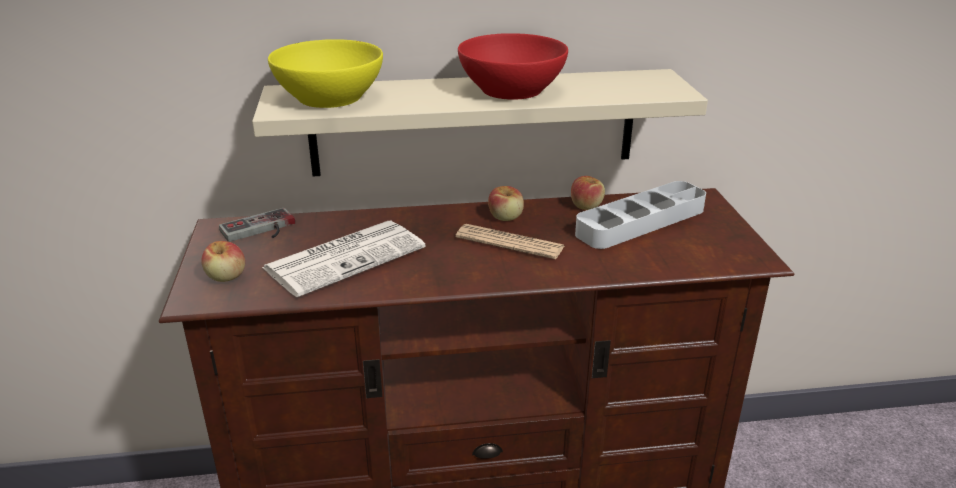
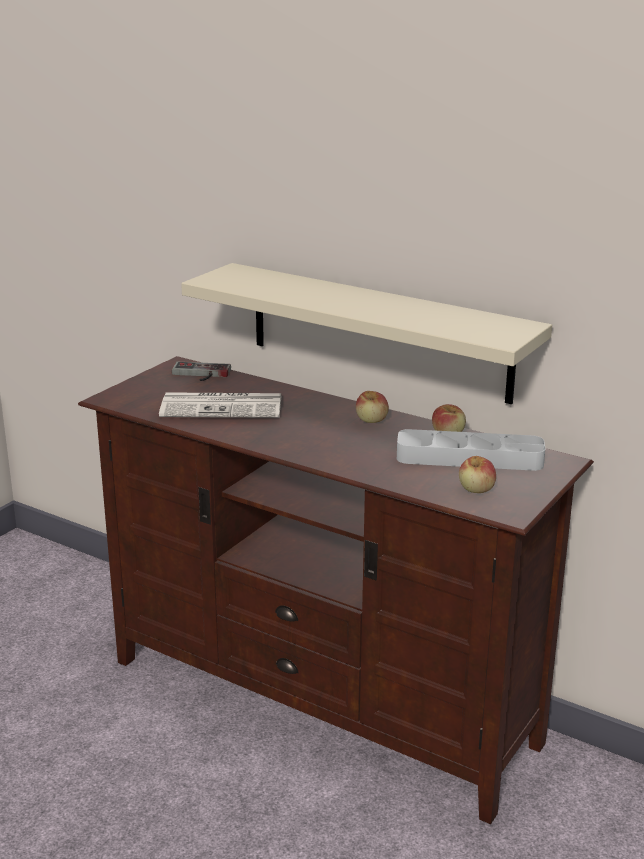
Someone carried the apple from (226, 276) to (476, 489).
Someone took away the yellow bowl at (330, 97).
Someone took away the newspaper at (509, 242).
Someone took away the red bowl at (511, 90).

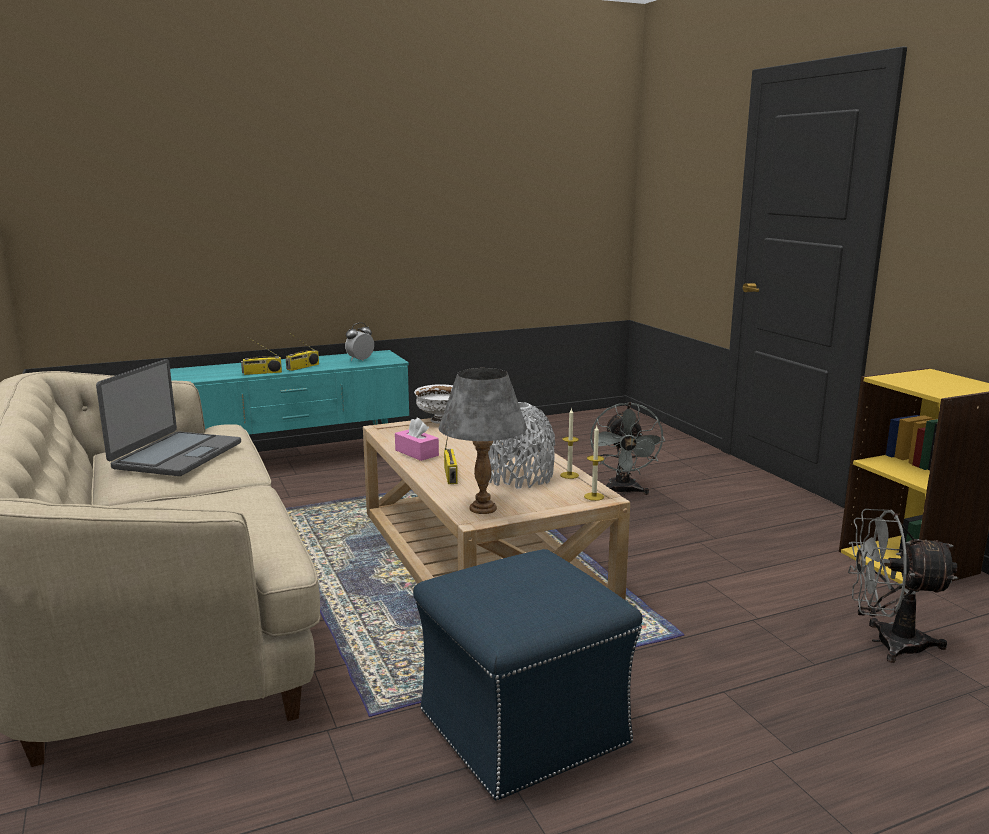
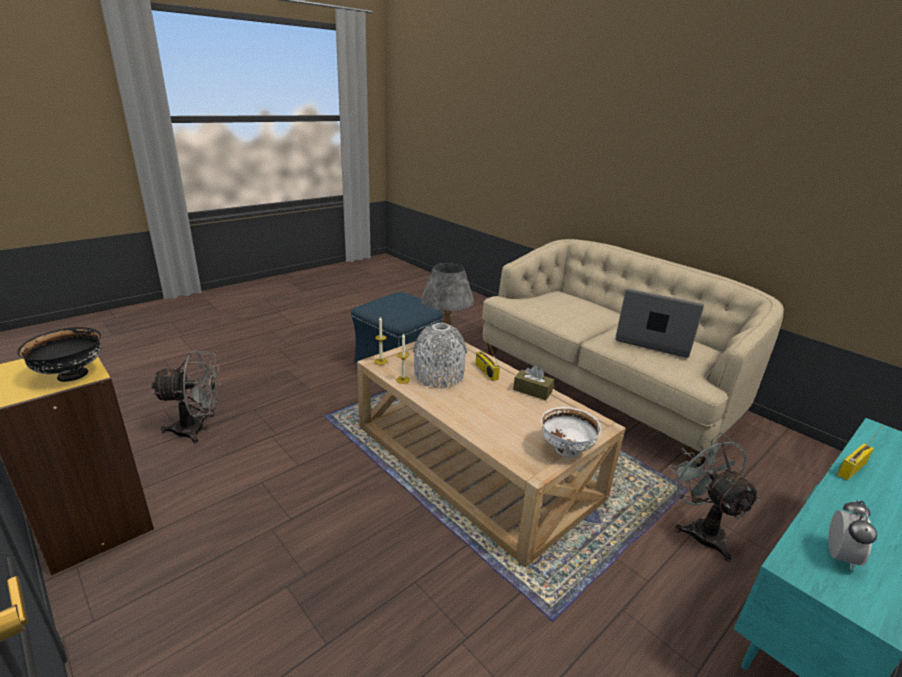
Someone rotated the laptop at (176, 455) by 120 degrees clockwise.
Someone took away the radio at (302, 367).
Someone repainted the pink tissue box at (416, 453), which became the brown tissue box at (532, 391).
Someone carried the grey fan from (623, 492) to (699, 529).
Someone put down the black bowl at (71, 376).

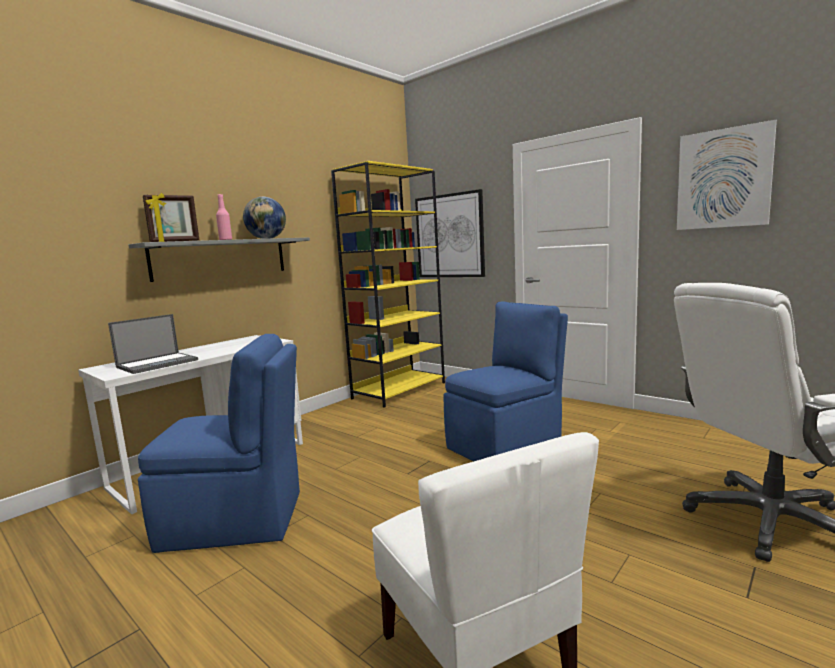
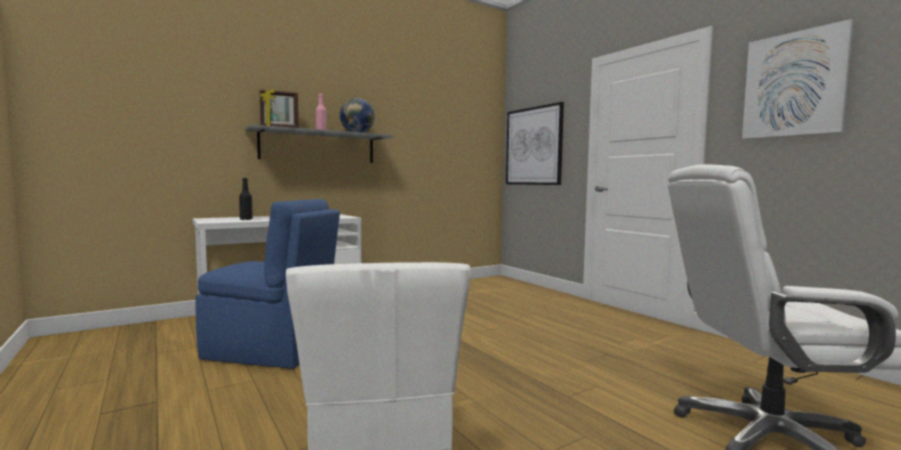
Someone swapped the laptop at (158, 363) for the black bottle at (246, 219).
Someone took away the yellow bookcase at (399, 390).
Someone took away the blue chair at (506, 445).

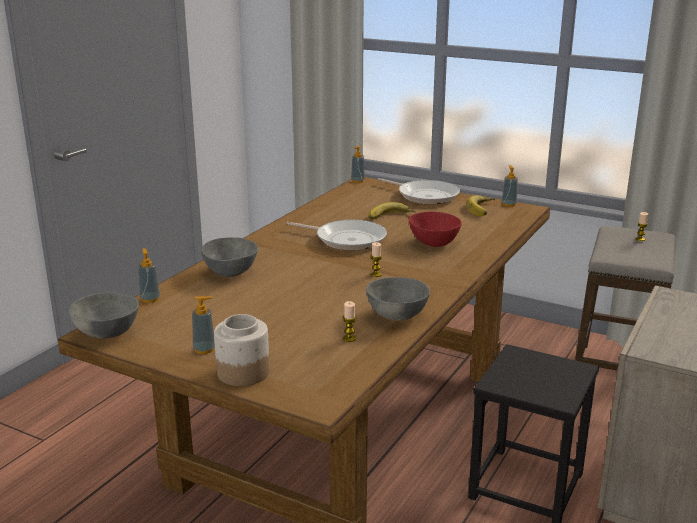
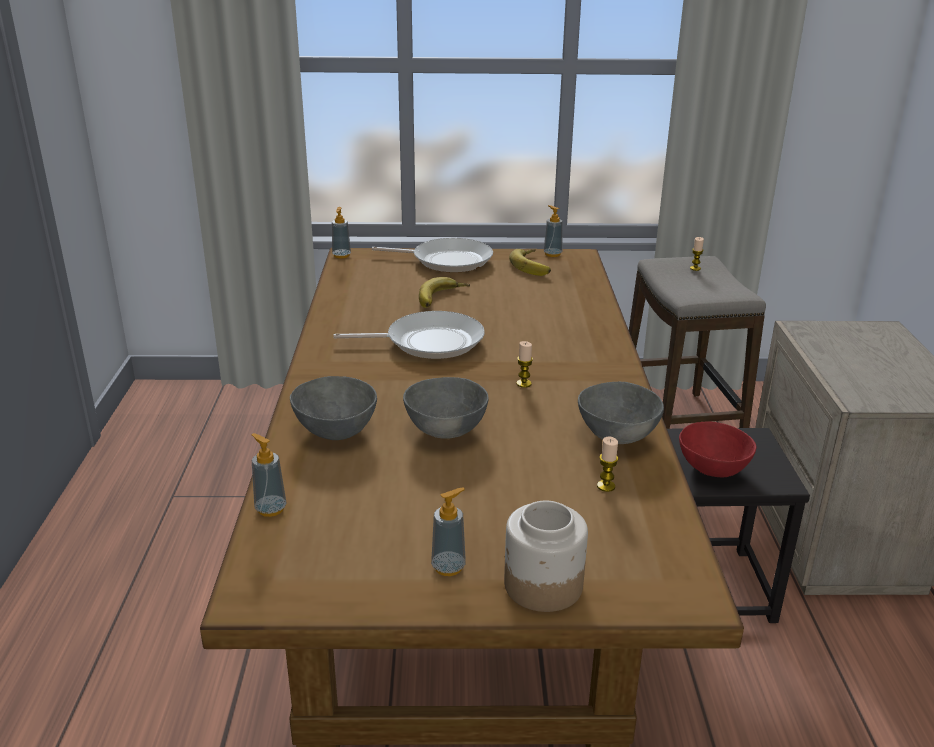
Someone carried the grey bowl from (105, 333) to (444, 430).
Someone carried the red bowl from (433, 242) to (711, 468).

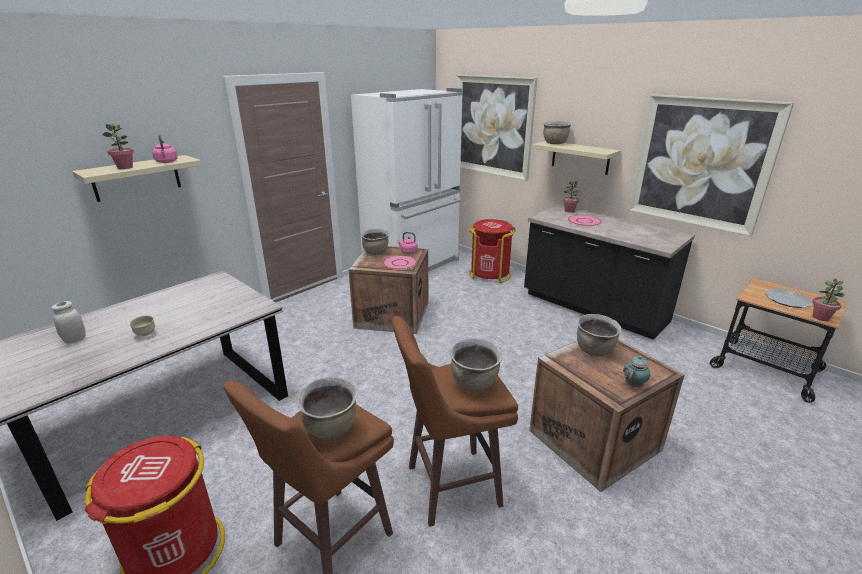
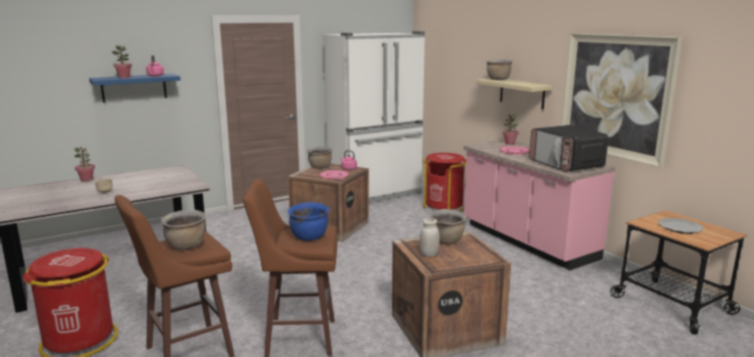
Someone carried the white jar from (75, 339) to (429, 254).
Someone repainted the beige shelf at (136, 178), which became the blue shelf at (134, 88).
Someone repainted the brown cooking pot at (474, 383), which became the blue cooking pot at (309, 237).
Someone took away the picture at (493, 126).
Someone repainted the black counter at (593, 309), which became the pink counter at (526, 241).
Someone took away the teapot at (634, 384).
Someone carried the potted plant from (821, 317) to (87, 180).
Someone put down the microwave at (566, 164).

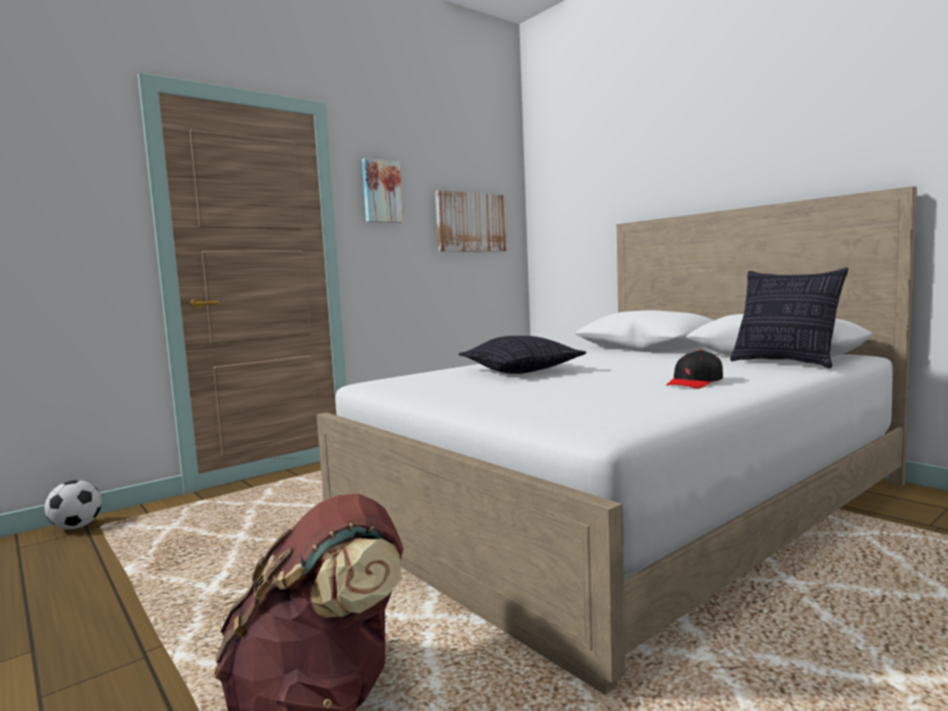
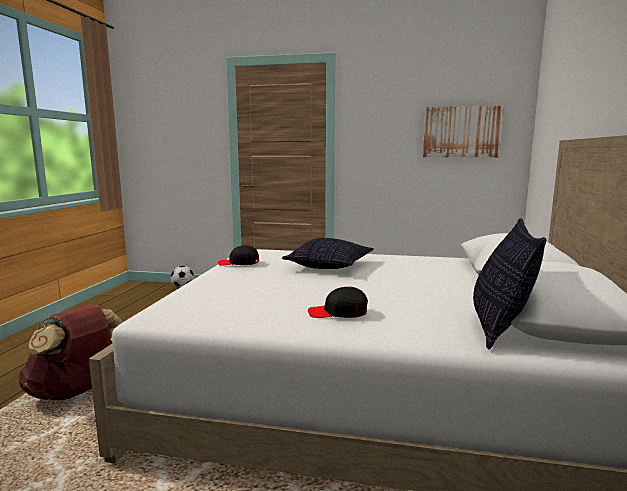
Someone took away the picture at (381, 191).
Someone put down the black cap at (239, 263).

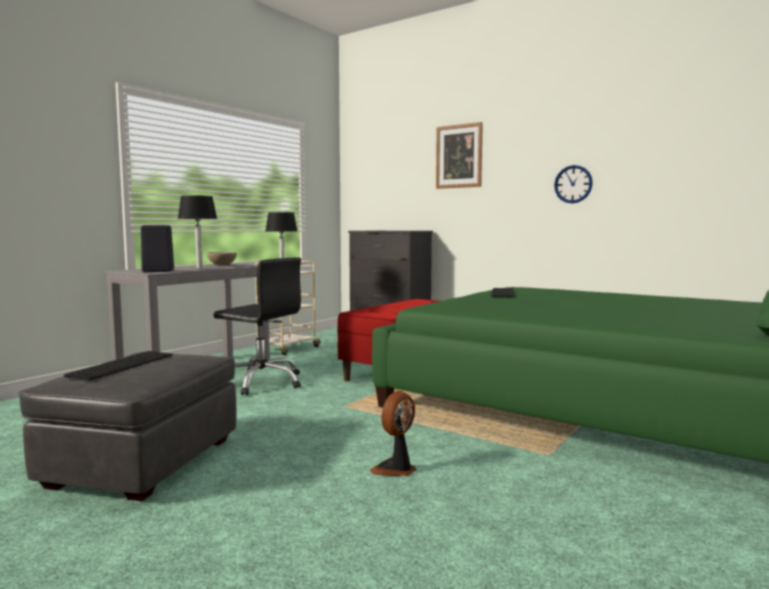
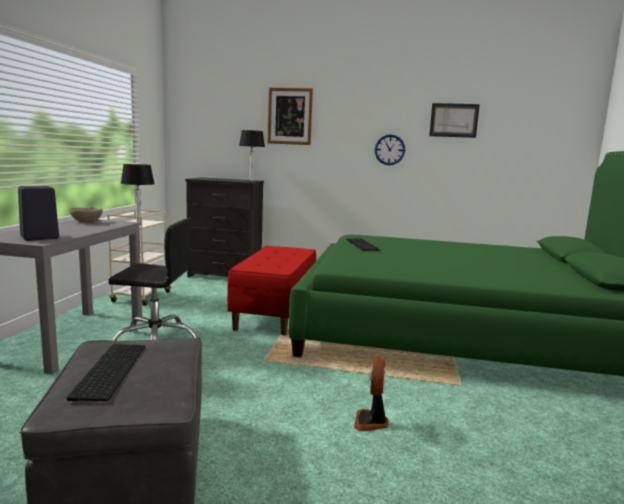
Someone carried the table lamp from (200, 268) to (251, 180).
Someone put up the picture at (453, 120).

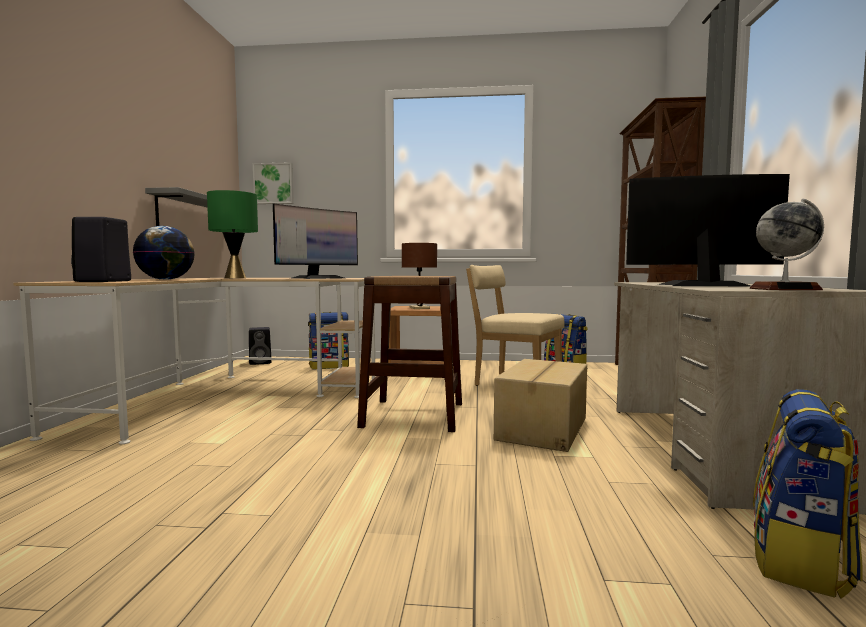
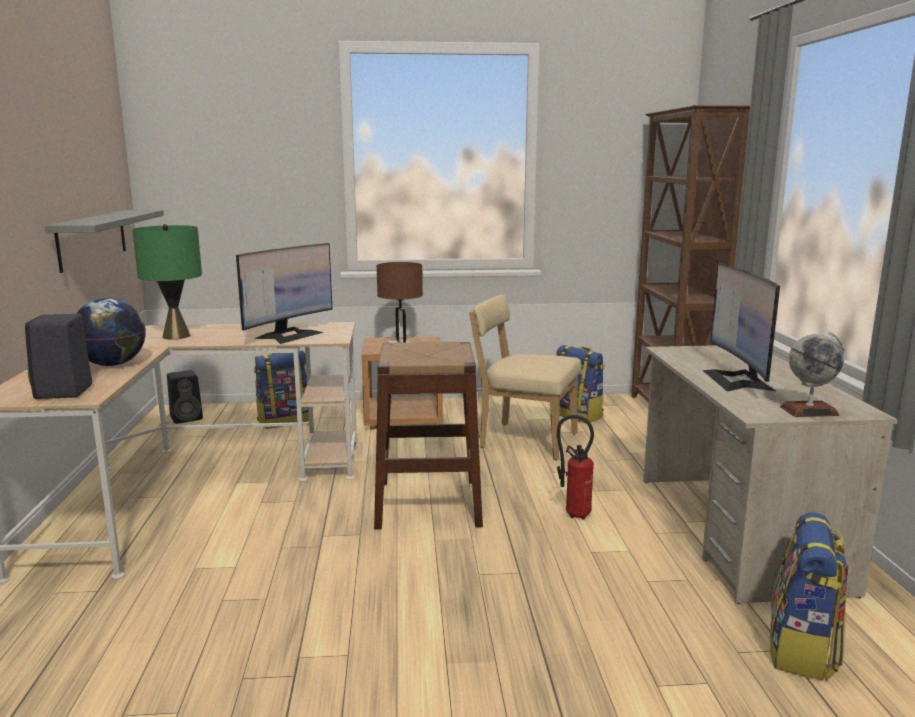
Someone took away the picture at (274, 184).
Someone swapped the cardboard box at (544, 428) for the fire extinguisher at (573, 514).
Someone rotated the monitor at (702, 285) by 90 degrees counterclockwise.

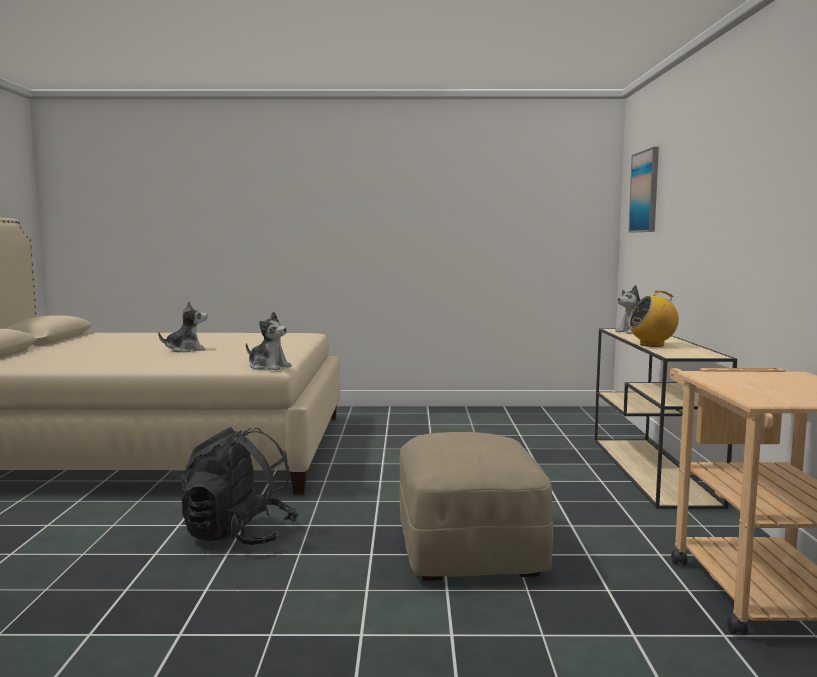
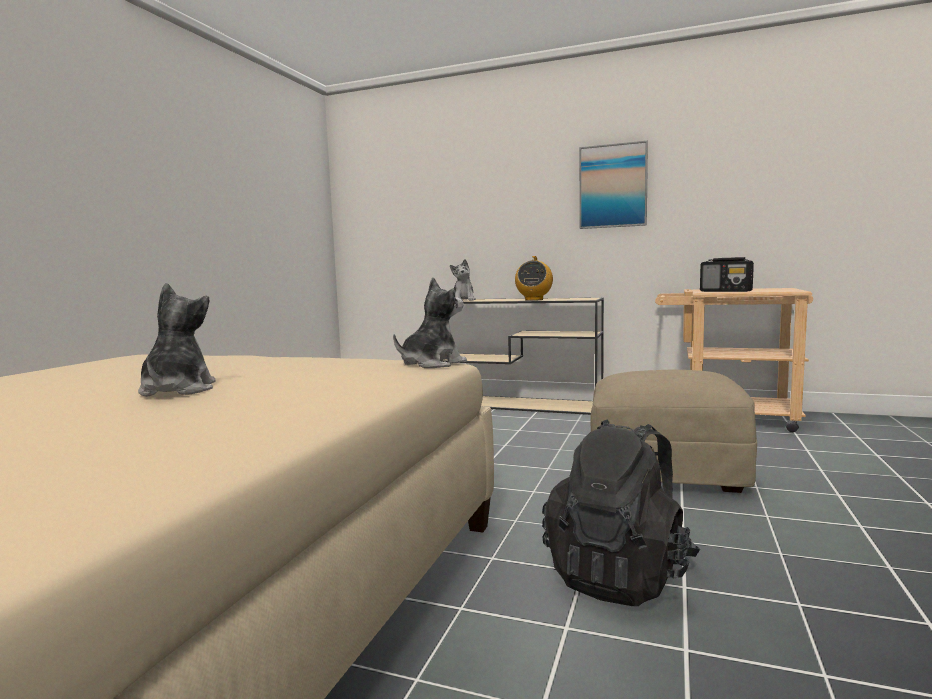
Someone carried the picture from (645, 191) to (613, 186).
Someone put down the radio at (726, 291).

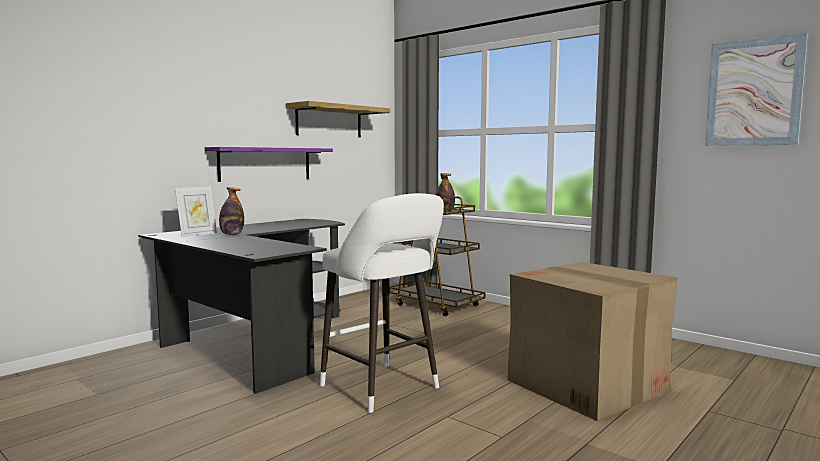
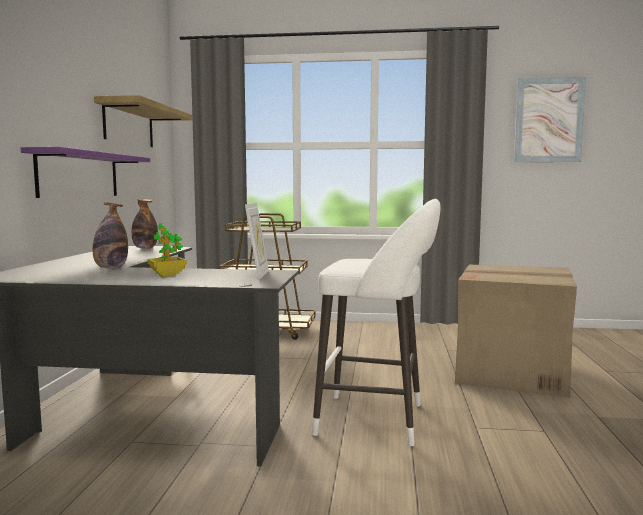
Someone carried the picture frame from (197, 234) to (258, 275).
Someone carried the bottle from (445, 211) to (145, 248).
Someone put down the potted plant at (167, 275).

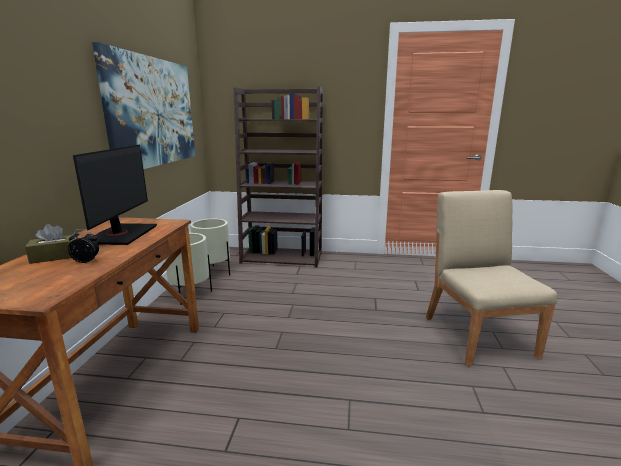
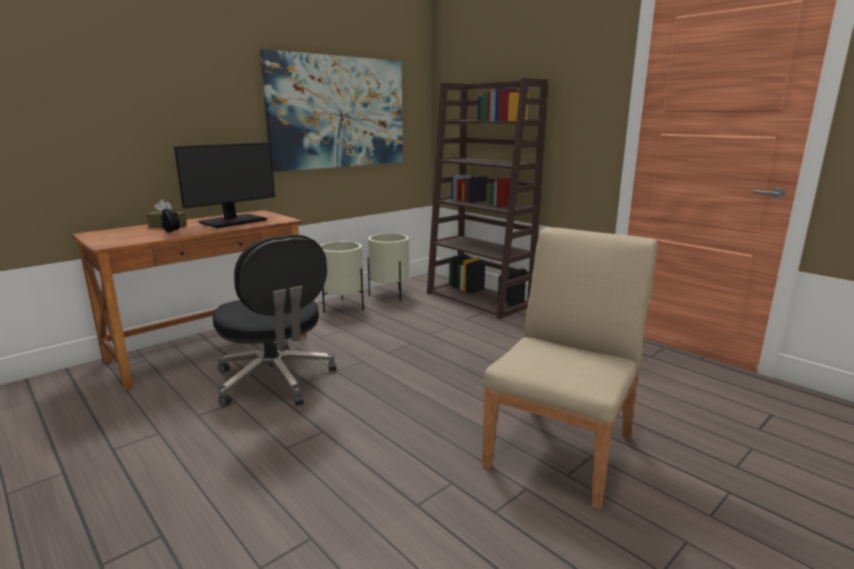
Someone put down the black office chair at (275, 380).

